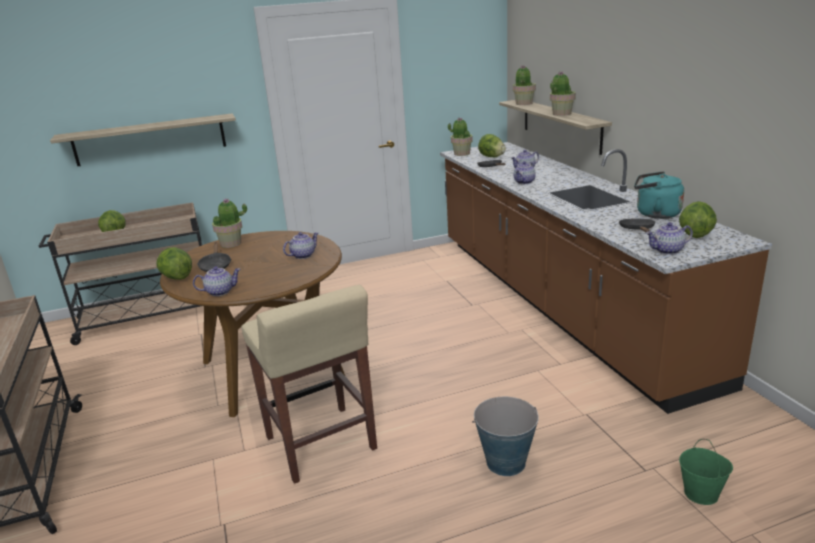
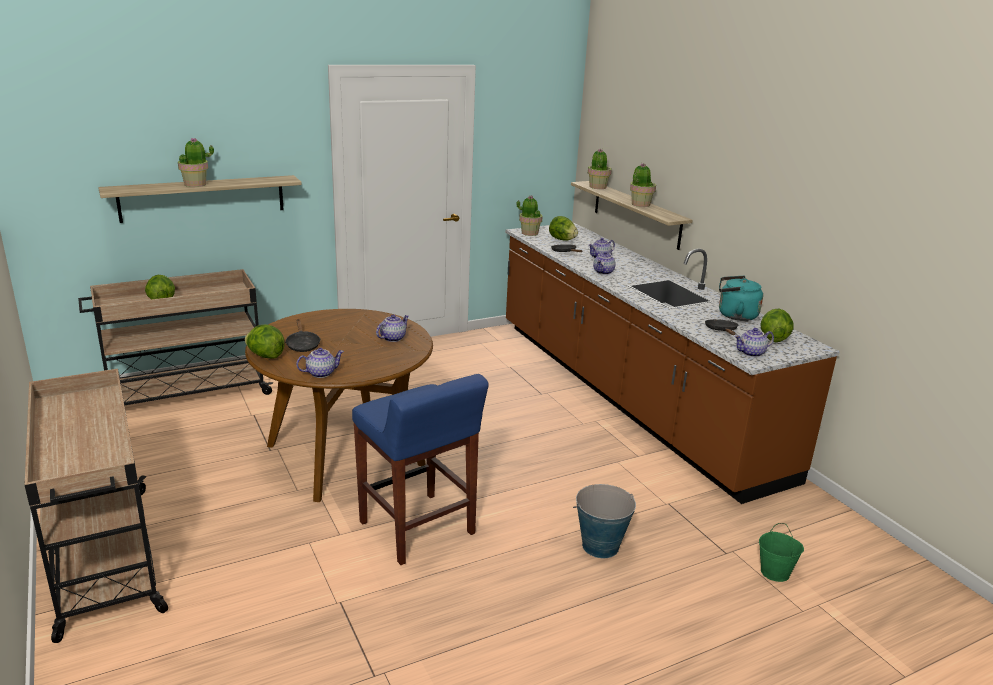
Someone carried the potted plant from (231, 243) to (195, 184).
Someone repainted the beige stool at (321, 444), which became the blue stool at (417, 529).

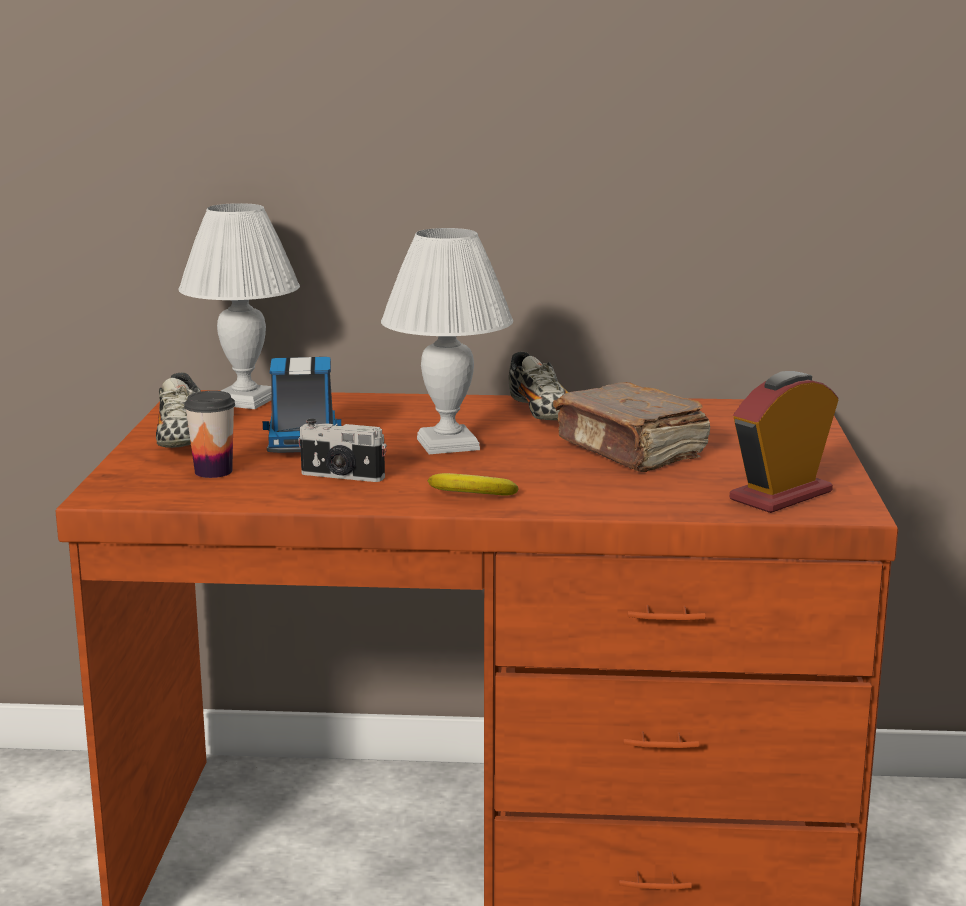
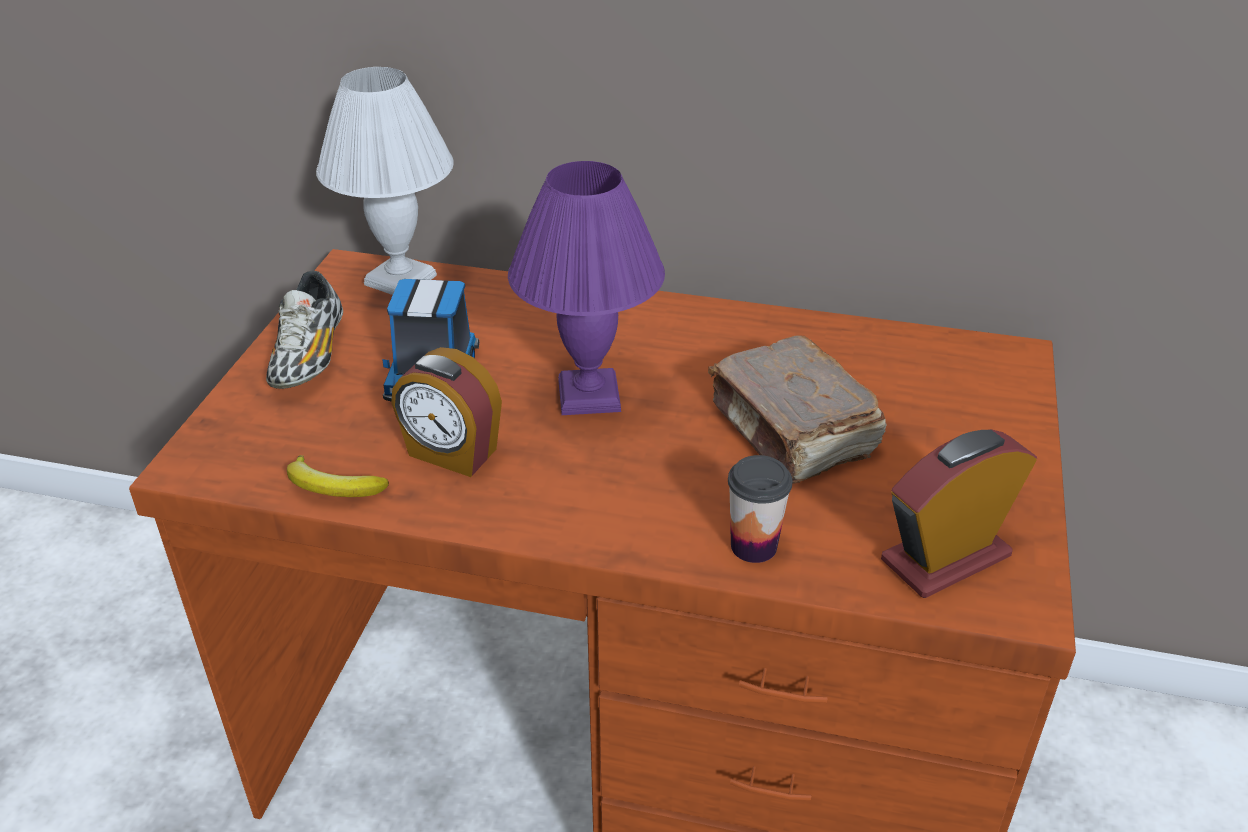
Someone carried the cup from (213, 471) to (753, 546).
Someone swapped the photo camera at (342, 476) for the alarm clock at (451, 453).
Someone repainted the white table lamp at (446, 445), which became the purple table lamp at (587, 396).
Someone carried the banana from (470, 496) to (333, 488).
Someone took away the shoe at (542, 414).

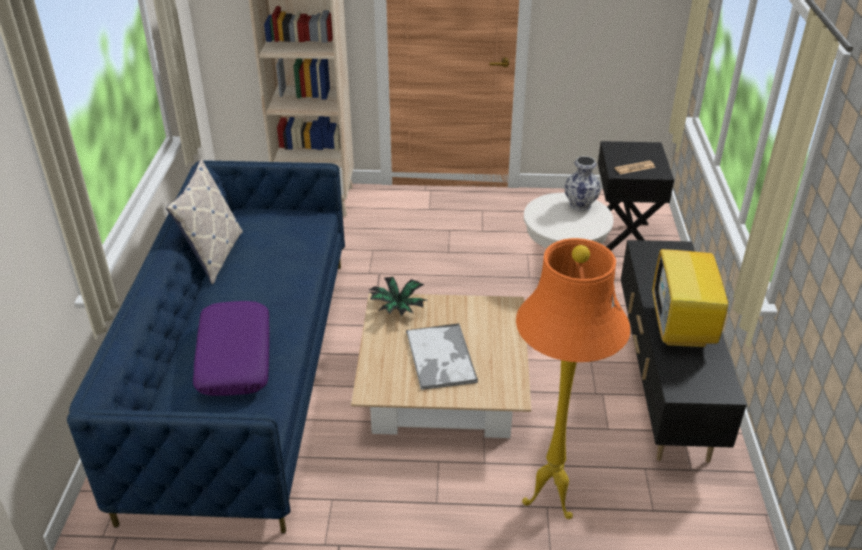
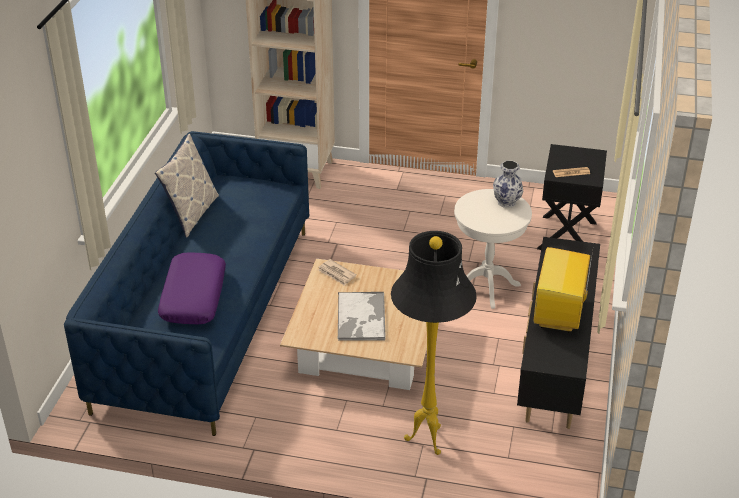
Someone swapped the potted plant at (397, 308) for the newspaper at (336, 274).
Someone repainted the orange floor lamp at (549, 499), which became the black floor lamp at (427, 439).

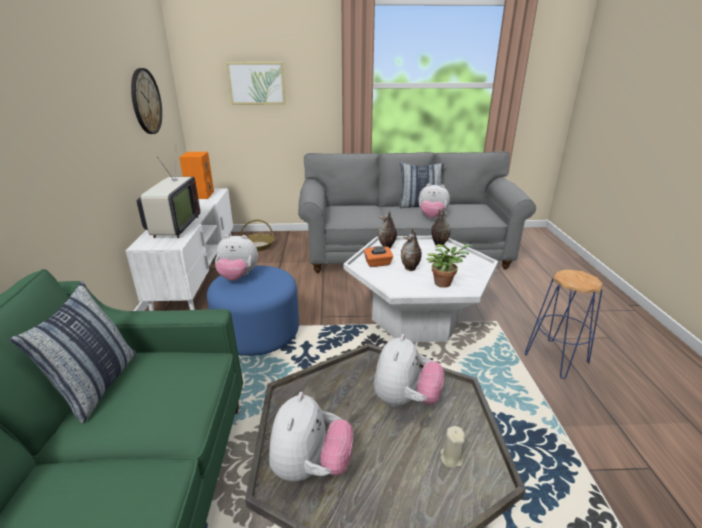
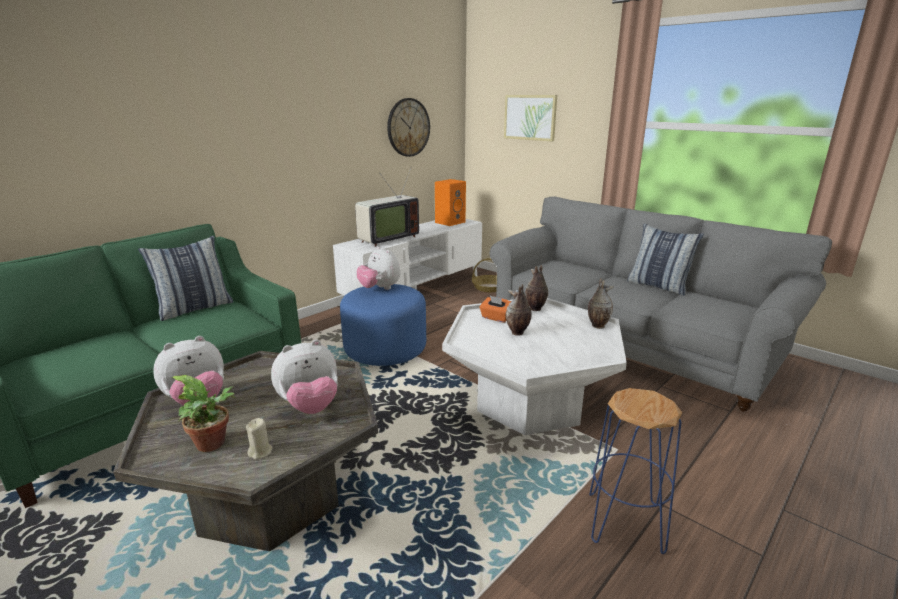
Someone took away the plush toy at (432, 217).
Someone carried the potted plant from (444, 283) to (214, 444).

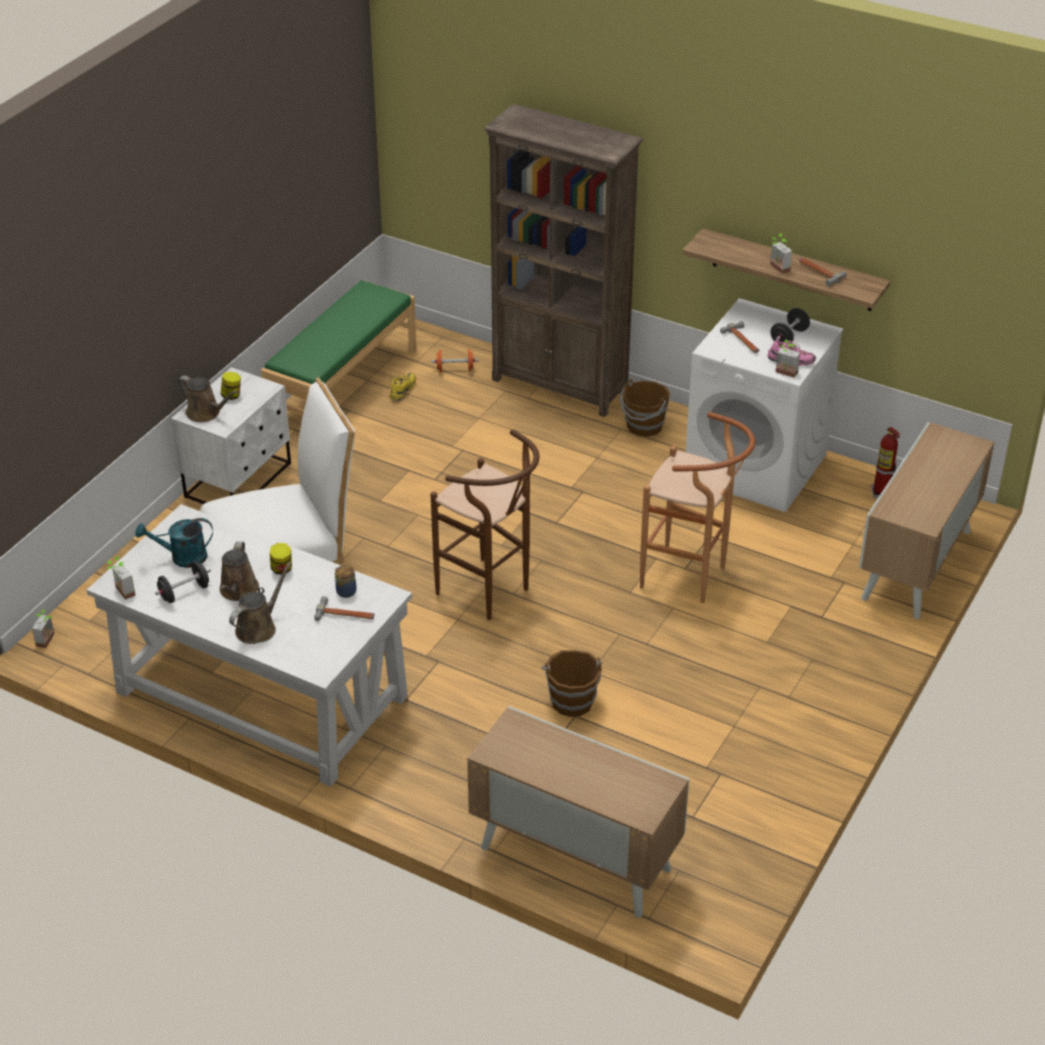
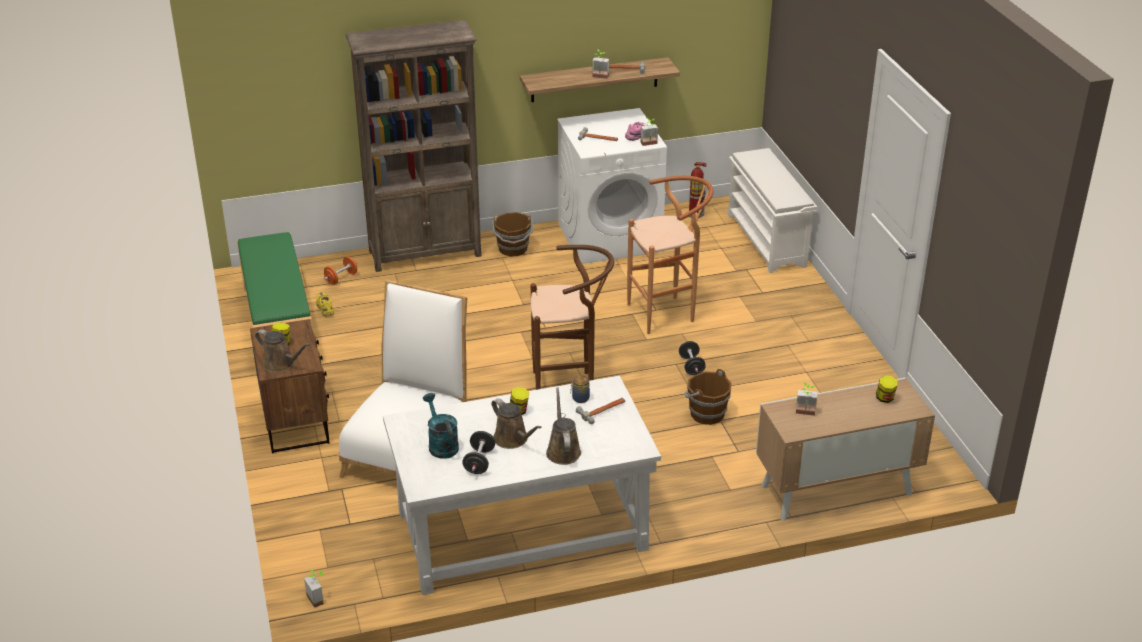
Someone carried the potted plant from (121, 593) to (805, 414).
Someone rotated the turquoise watering can at (182, 557) by 120 degrees clockwise.
Someone repainted the white nightstand at (239, 480), which became the brown nightstand at (296, 420).
Someone rotated the brown watering can at (206, 413) by 45 degrees clockwise.
Someone carried the black dumbbell from (789, 337) to (691, 366).
Someone swapped the cabinet at (917, 565) for the white shoe rack at (767, 240).
Someone put down the jar at (885, 398).

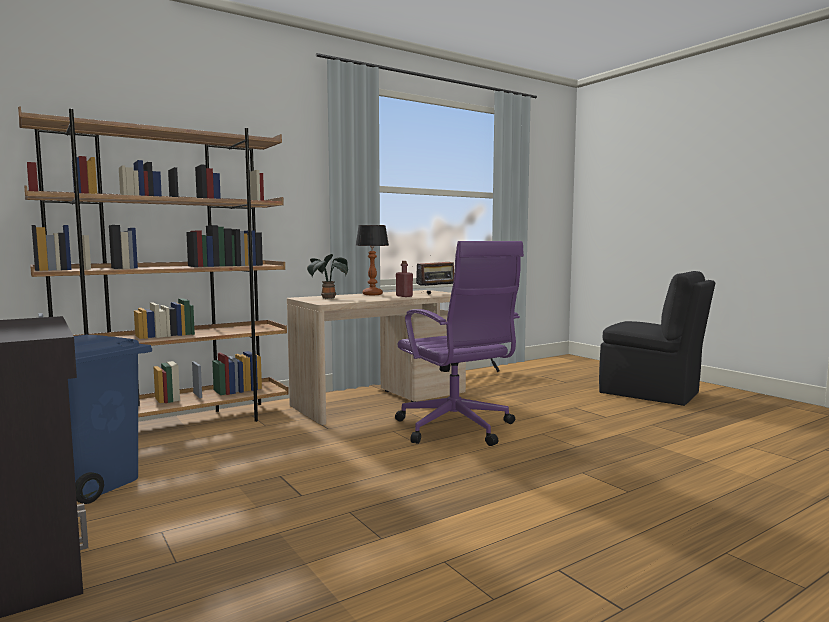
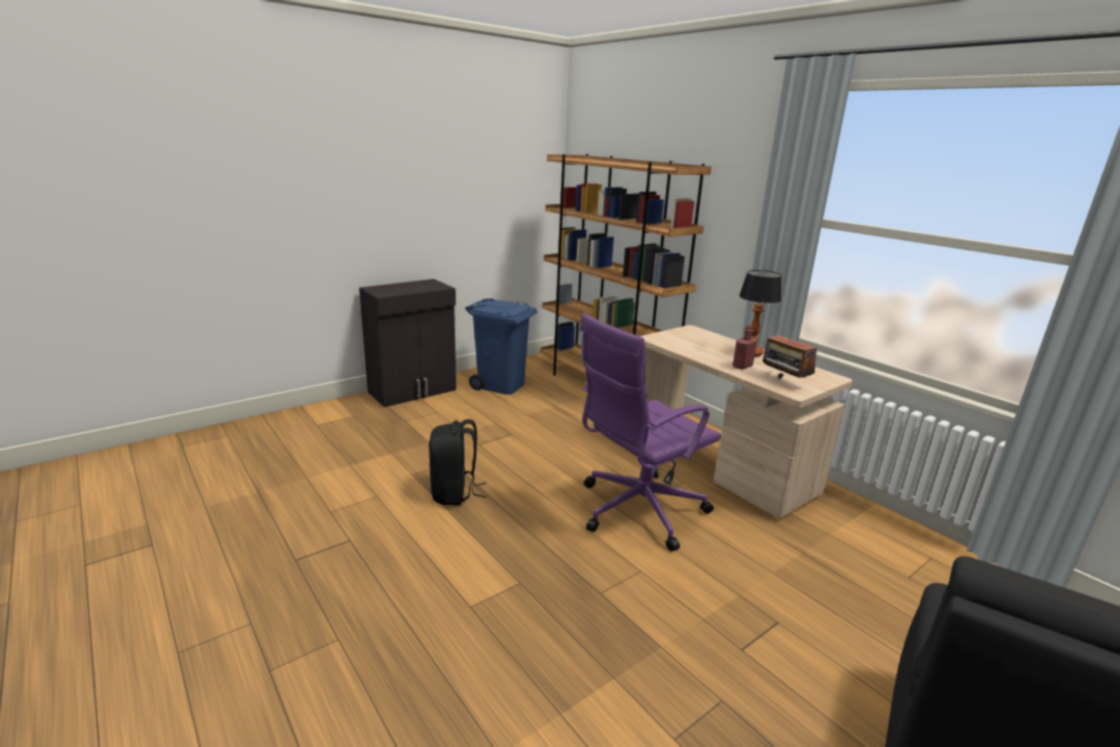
Someone took away the potted plant at (327, 298).
Someone put down the black backpack at (455, 493).

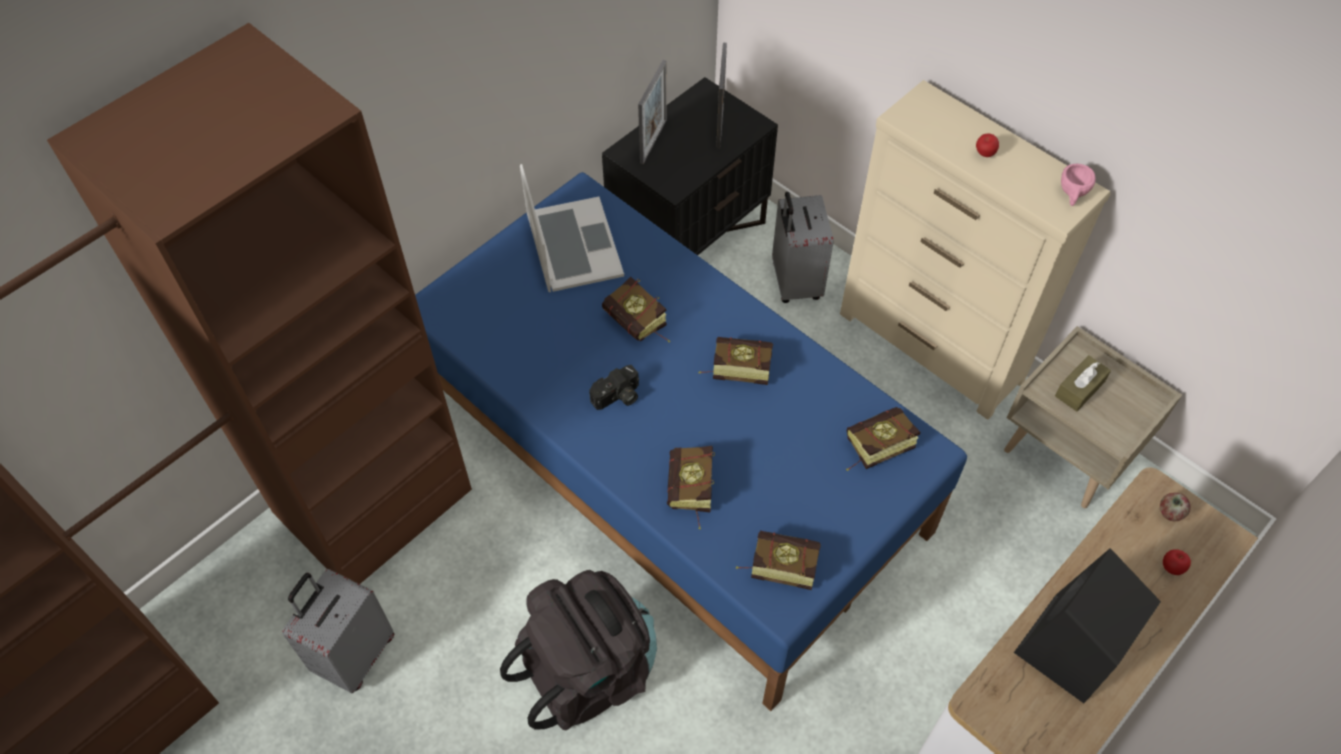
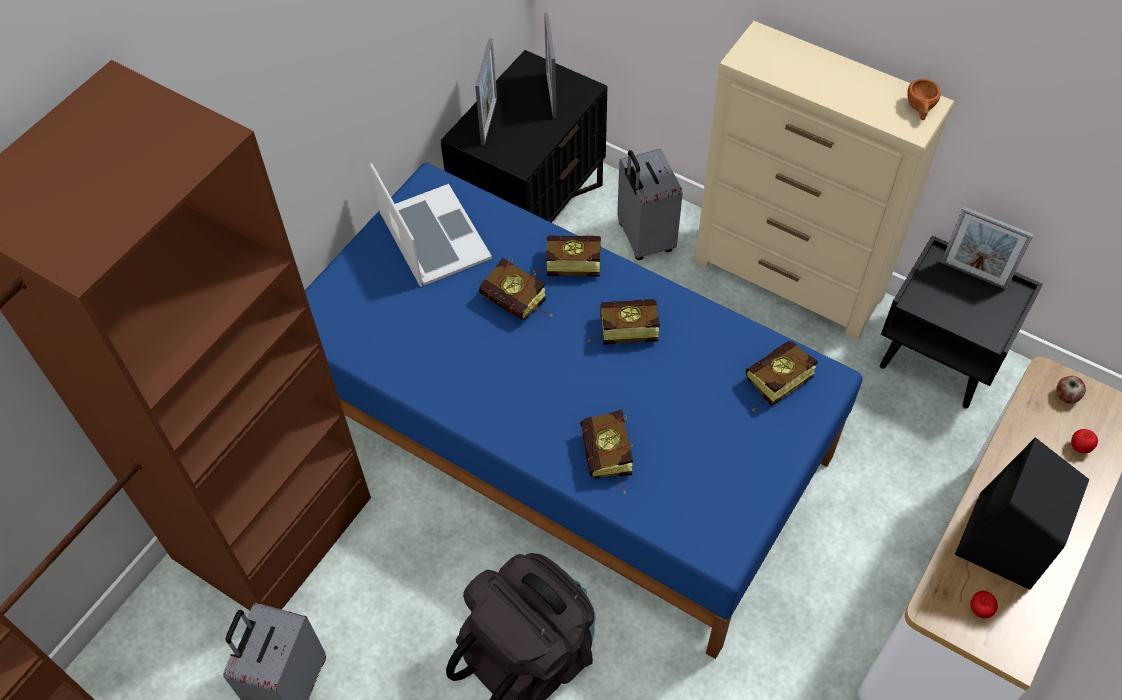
Someone took away the photo camera at (618, 397).
Someone carried the book from (776, 566) to (566, 265).
Someone carried the apple from (984, 154) to (979, 610).
Someone repainted the beige nightstand at (1067, 454), which became the black nightstand at (939, 359).
Someone took away the brown tissue box at (1079, 389).
Someone repainted the pink cup at (1072, 194), which became the brown cup at (920, 109).
Someone put down the picture frame at (973, 275).

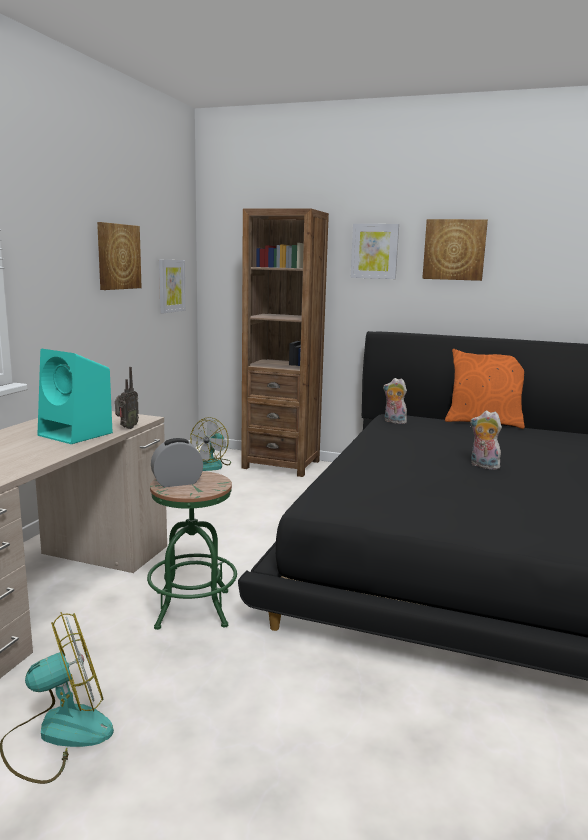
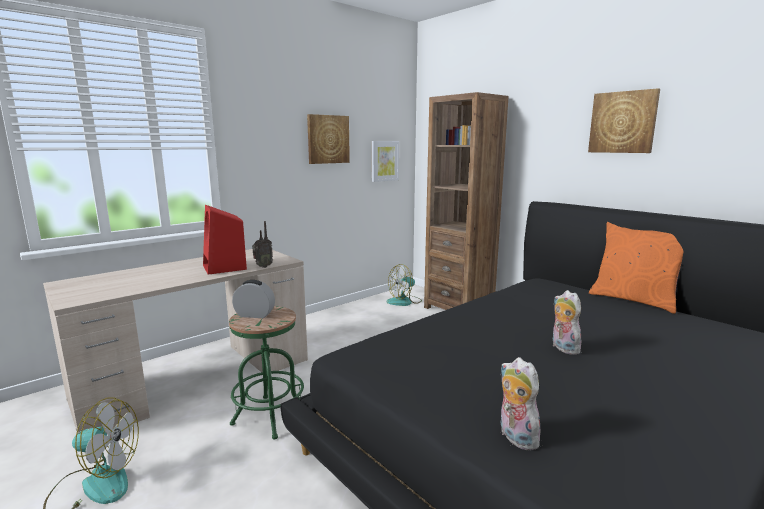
Someone repainted the turquoise speaker at (77, 434), which became the red speaker at (225, 267).
Someone took away the picture at (374, 251).
Someone carried the plush toy from (393, 422) to (515, 437).

